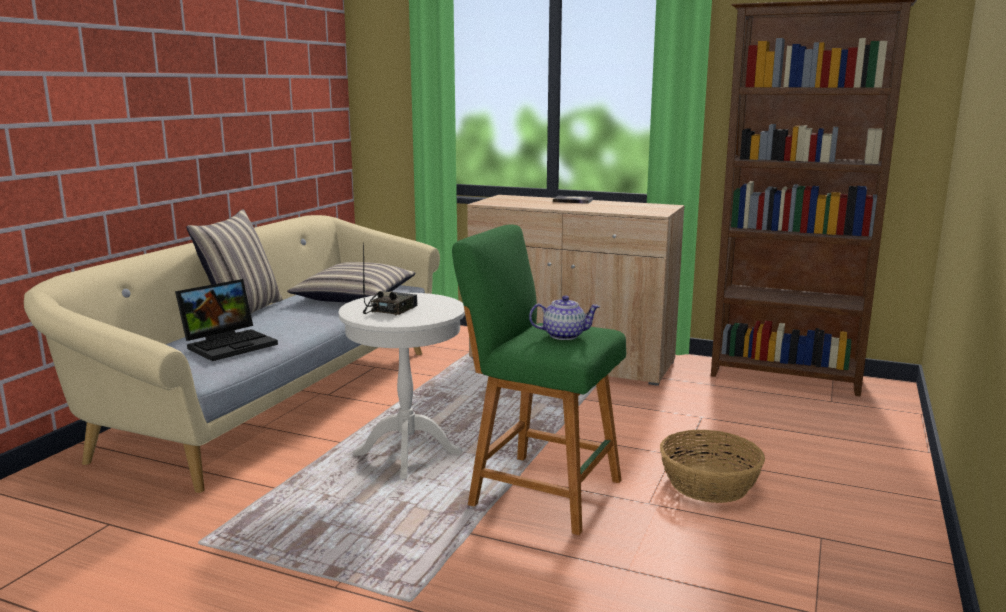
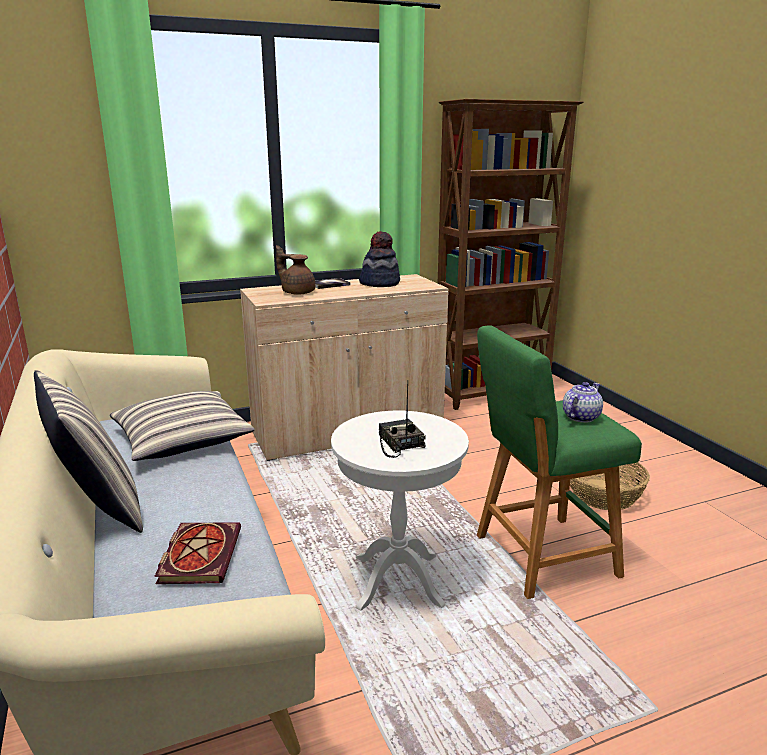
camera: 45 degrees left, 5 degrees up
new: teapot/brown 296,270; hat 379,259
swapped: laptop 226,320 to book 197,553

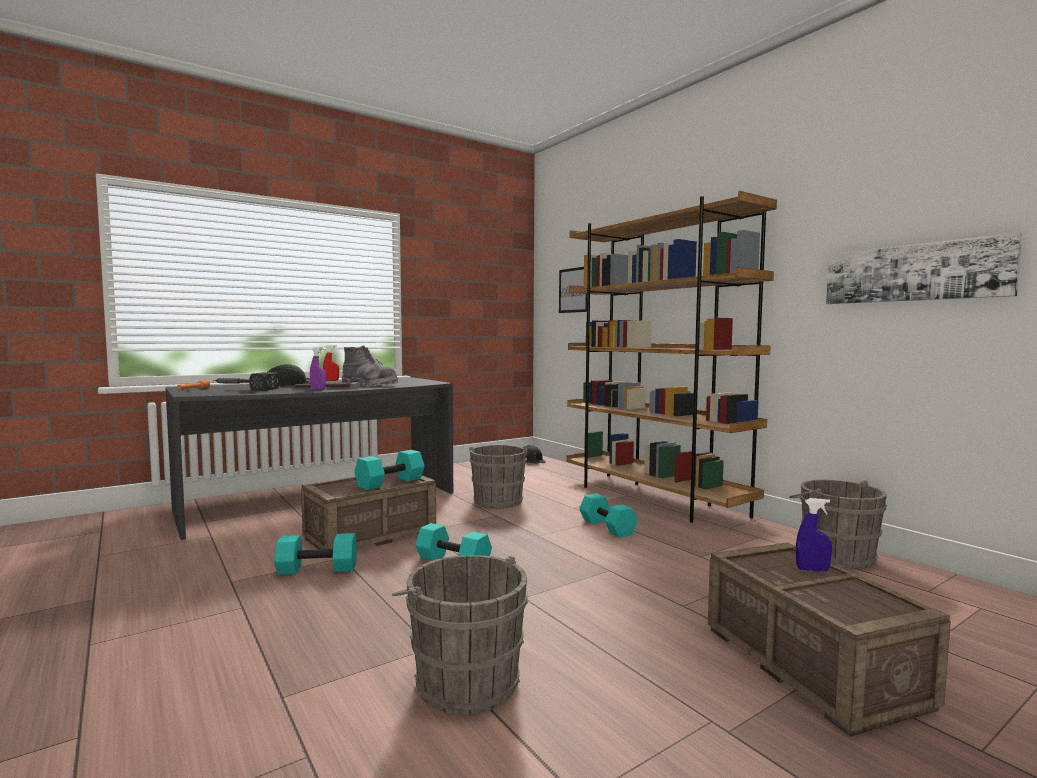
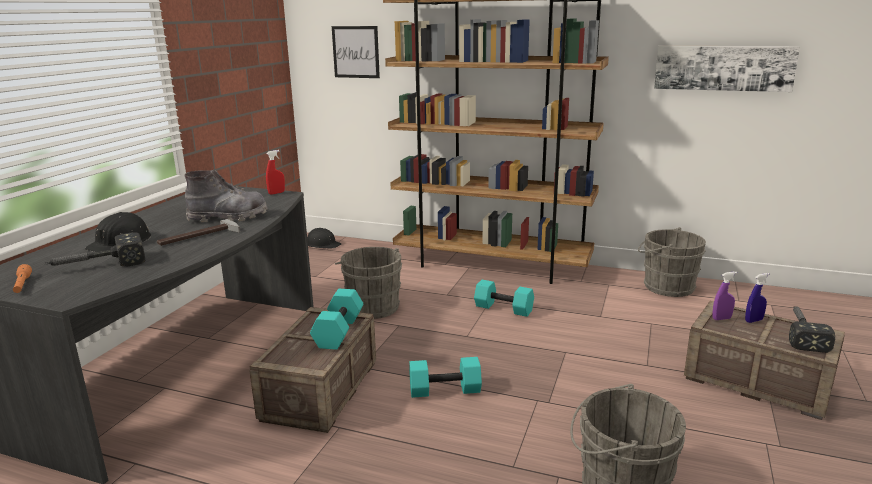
camera: 35 degrees left, 15 degrees up
gone: dumbbell/turquoise 315,554
new: hammer 812,329
shifted: spray bottle/red 331,363 to 275,172; spray bottle/purple 318,368 to 724,296

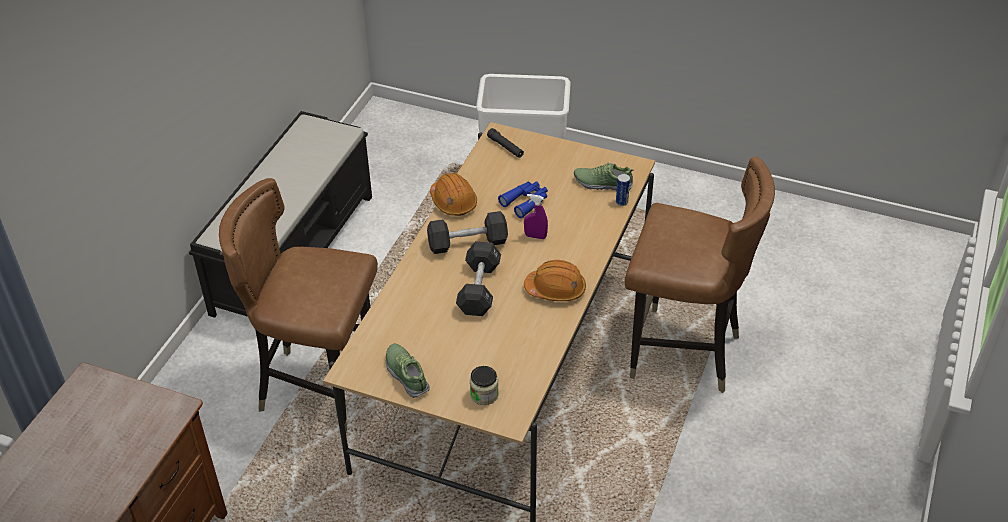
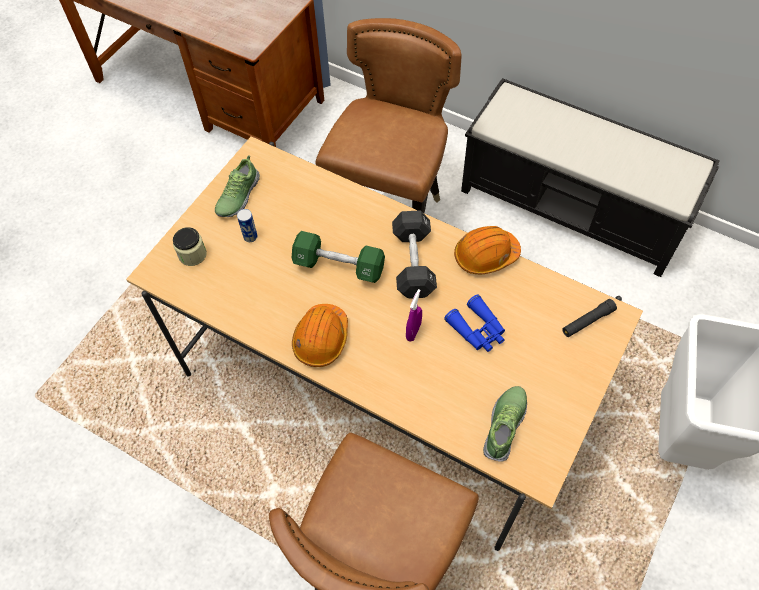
camera: 100 degrees right, 15 degrees up
shifted: can 623,190 to 247,225
repainted: dumbbell/black 478,278 to dumbbell/green 338,257
rotated: shoe 408,371 = 237,186 135 degrees clockwise

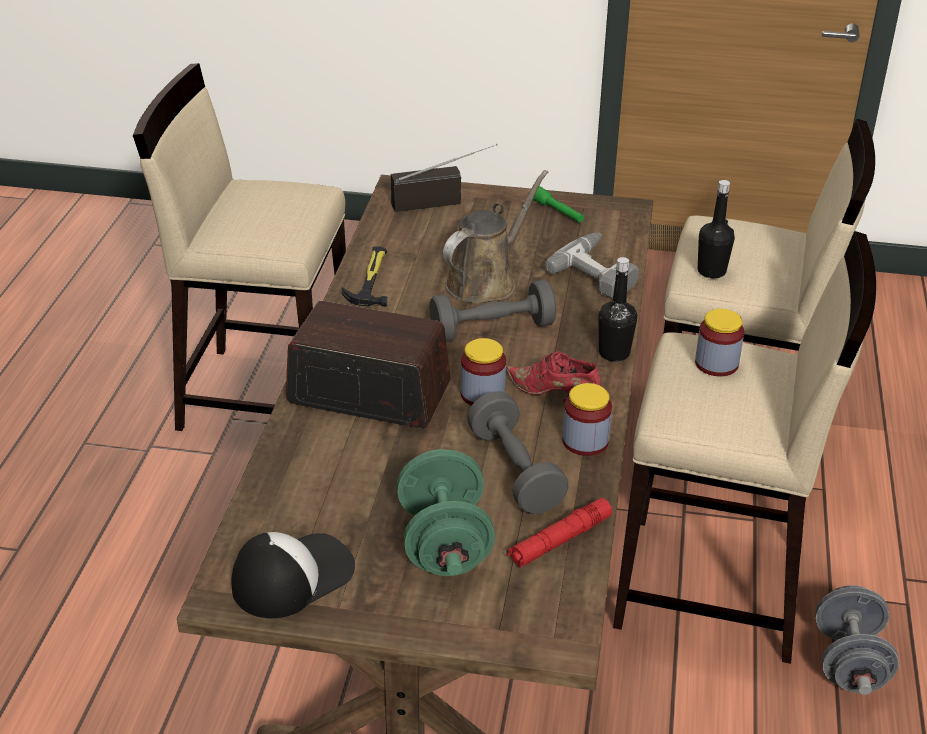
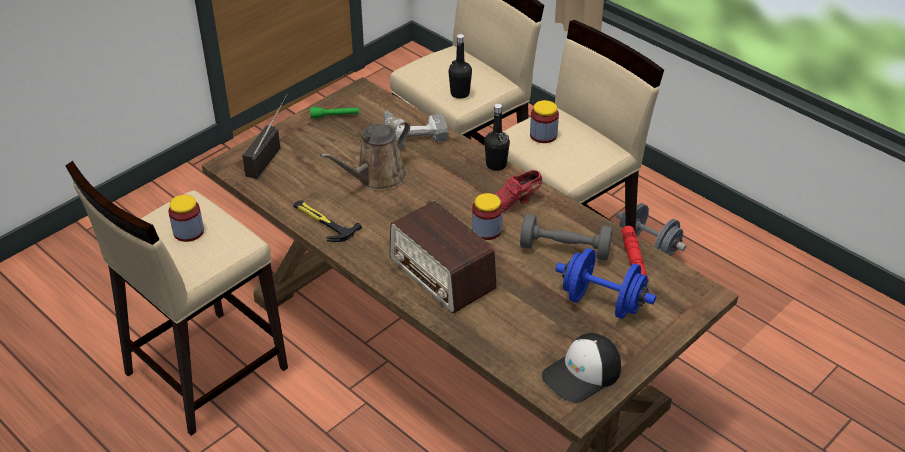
camera: 55 degrees left, 5 degrees up
gone: dumbbell/grey 492,311
shifted: jar 587,419 to 186,218
repainted: dumbbell/green 446,512 to dumbbell/blue 606,283
rotated: watering can/brown 495,237 = 365,154 120 degrees counterclockwise; radio 368,365 = 443,257 90 degrees counterclockwise; cap 293,575 = 581,368 120 degrees counterclockwise

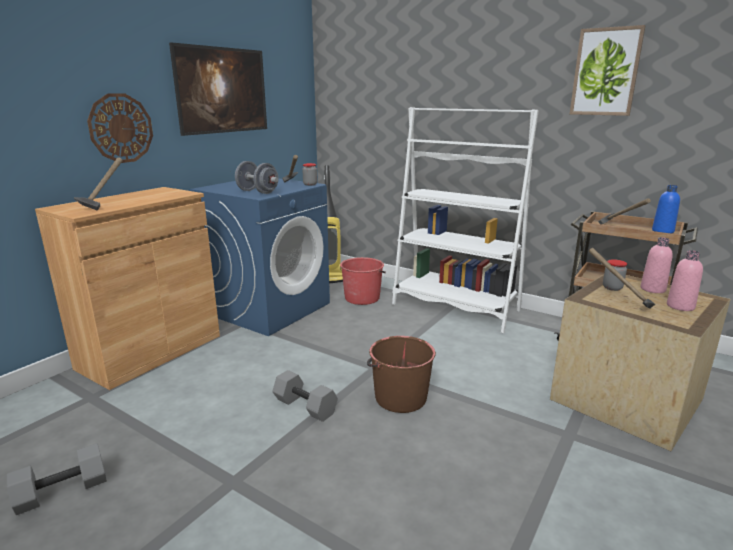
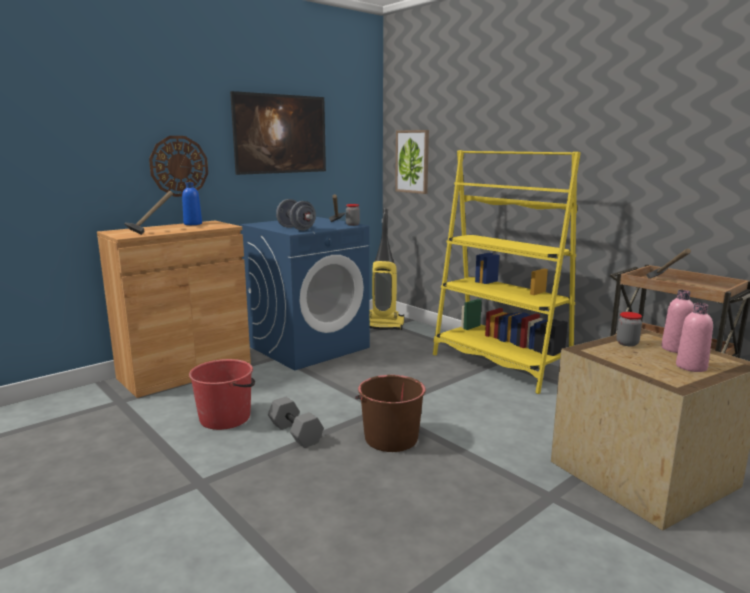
camera: 15 degrees right, 5 degrees down
gone: dumbbell/grey 57,479; hammer 622,278
shifted: bottle/blue 666,209 to 192,203; bucket/red 363,281 to 222,394; picture 608,70 to 412,162
repainted: bookcase/white 465,220 to bookcase/yellow 507,272

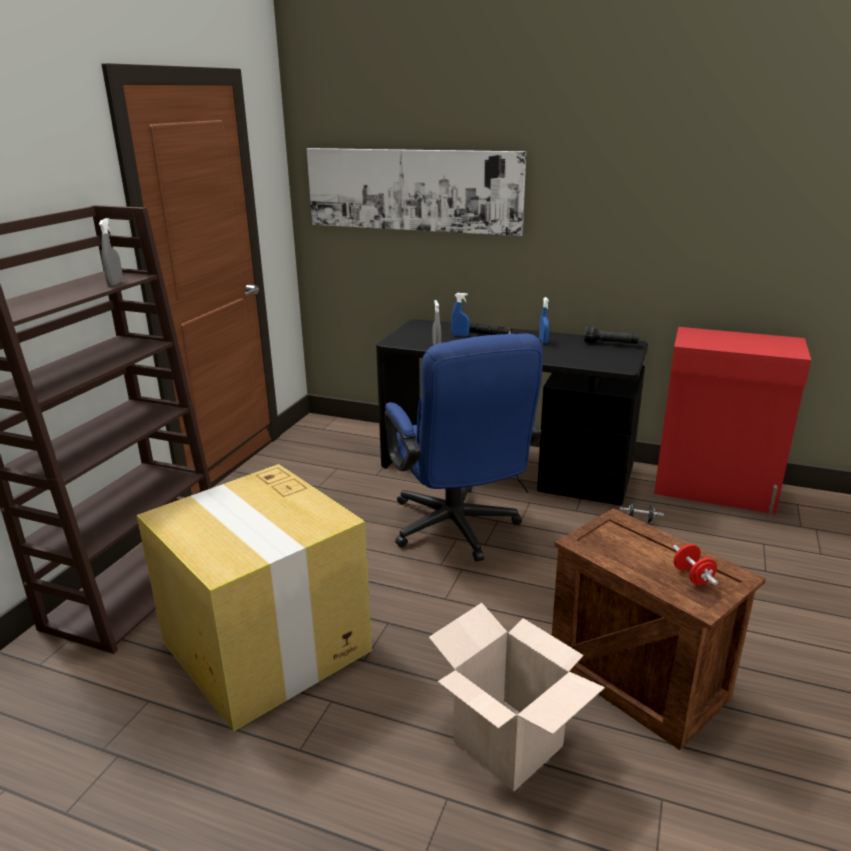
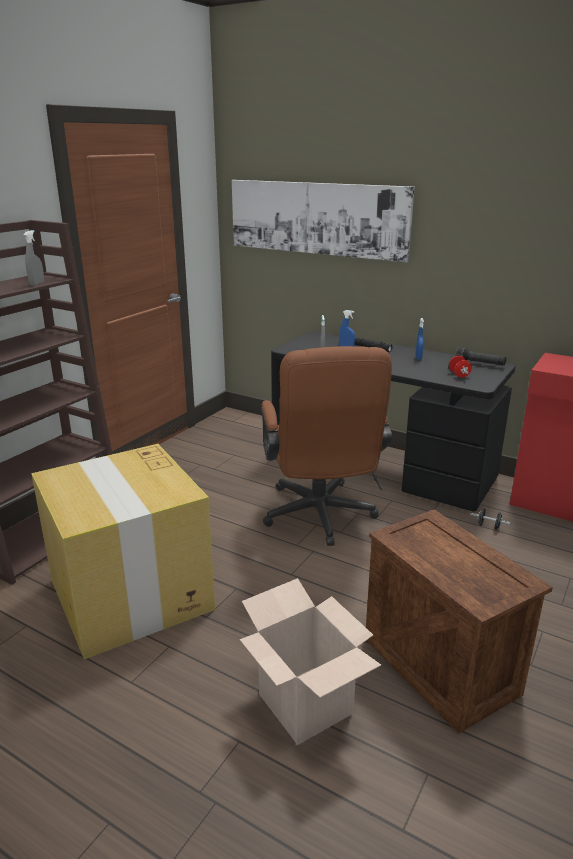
camera: 10 degrees right, 0 degrees up
shifted: dumbbell/red 695,564 to 460,366
repainted: office chair/blue 464,447 to office chair/brown 326,446

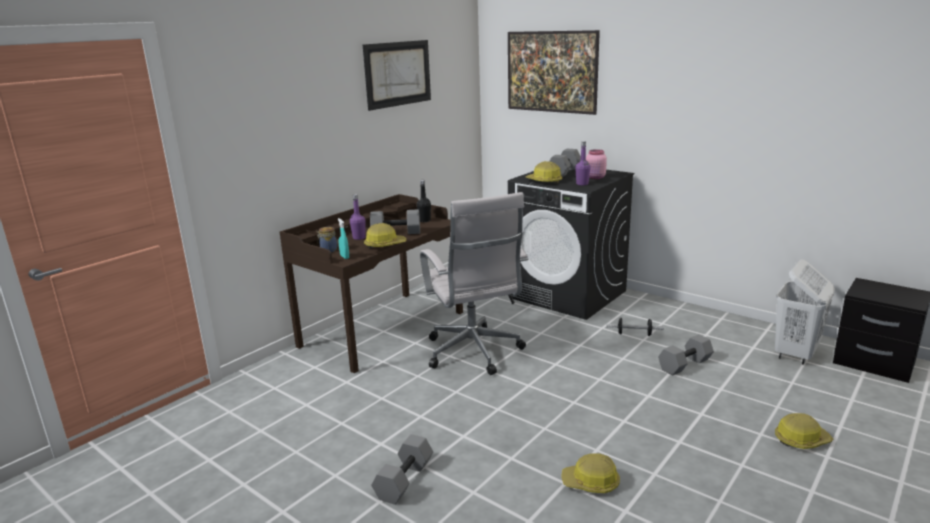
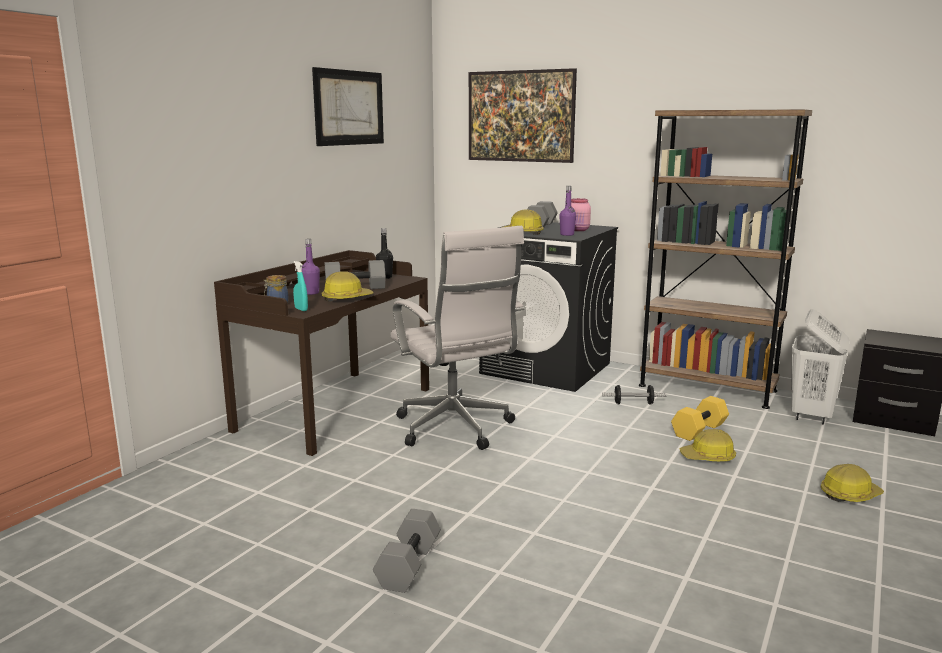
camera: 10 degrees left, 5 degrees down
new: bookcase/brown 725,259
shifted: hard hat 590,473 to 707,445
repainted: dumbbell/grey 686,354 to dumbbell/yellow 700,418

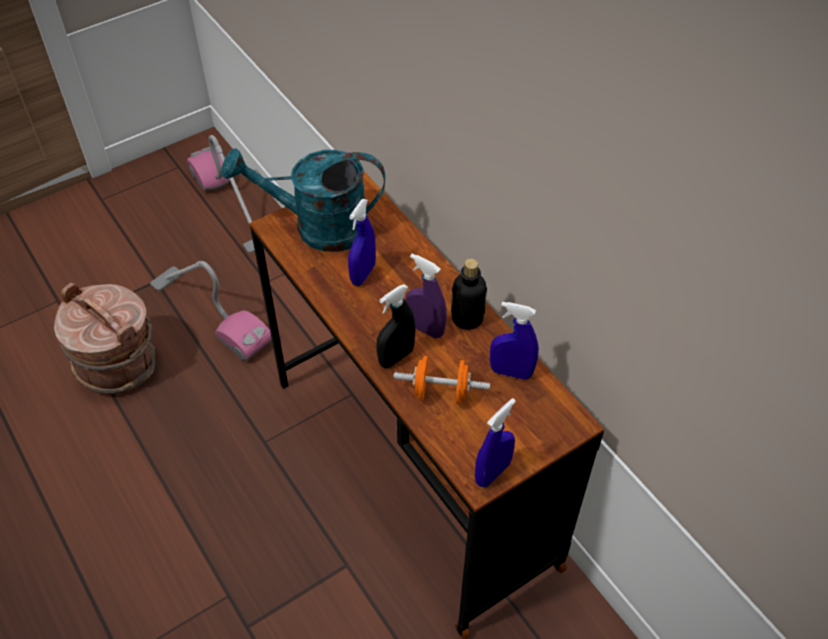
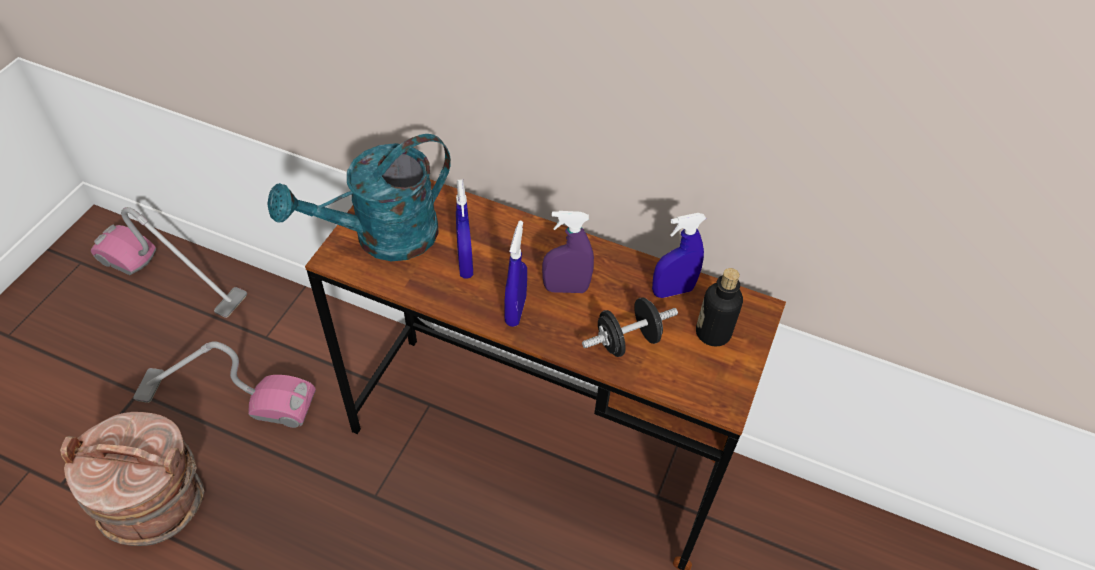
camera: 35 degrees left, 0 degrees up
gone: spray bottle/black 396,326
shifted: spray bottle/blue 495,442 to 516,274; bottle 469,294 to 719,307
repainted: dumbbell/orange 442,380 to dumbbell/black 630,327

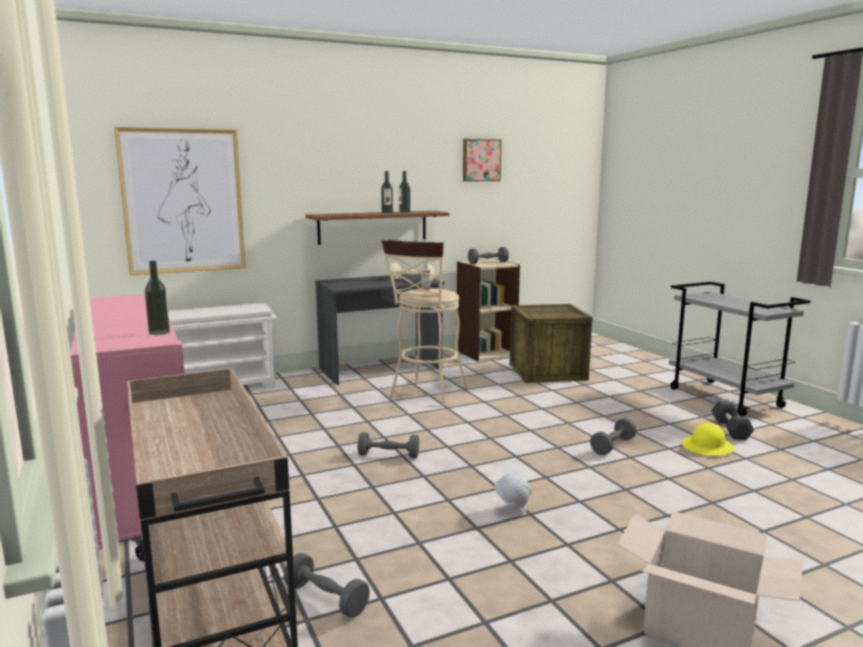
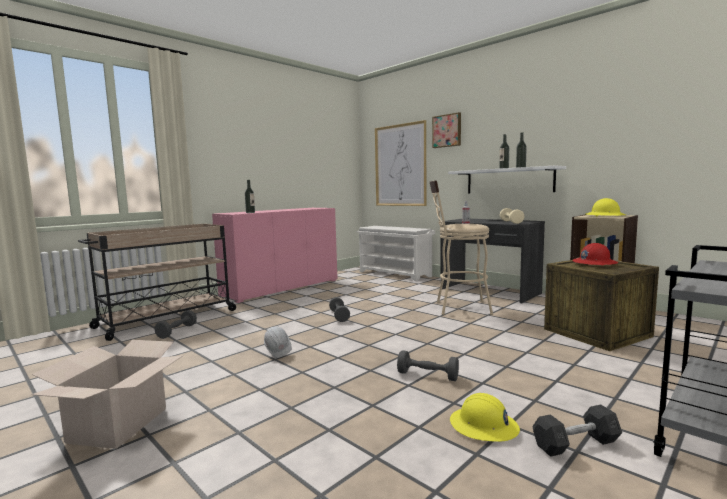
camera: 70 degrees right, 5 degrees down
new: hard hat/red 595,254
shifted: picture 482,160 to 446,130
swapped: dumbbell/grey 488,255 to hard hat/yellow 606,207
repainted: shelf/brown 377,228 to shelf/white 507,179

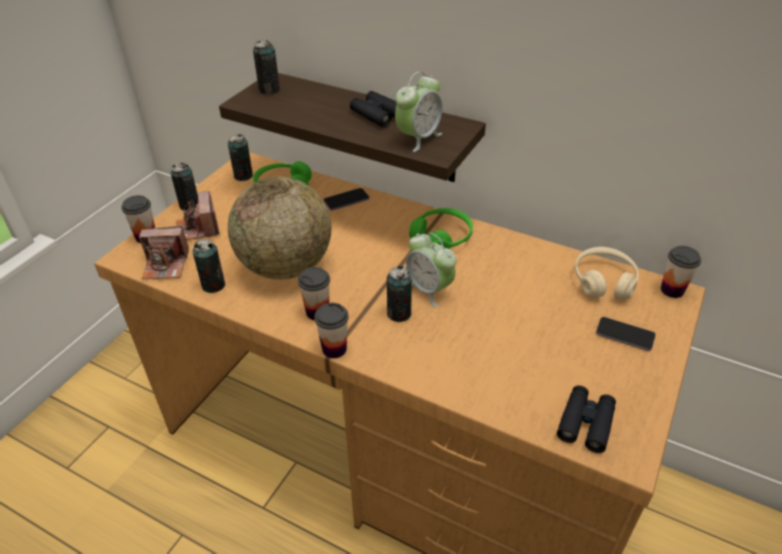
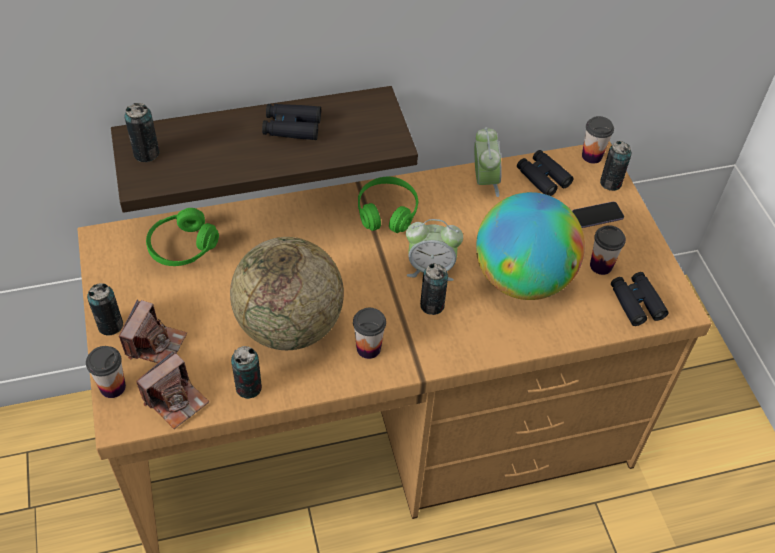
camera: 45 degrees left, 10 degrees up
gone: phone 346,199
new: globe 530,246
shifted: alarm clock 418,111 to 488,162; cup 331,330 to 608,250; can 240,157 to 616,166
swapped: headphones/beige 606,273 to binoculars/black 545,173
rotated: photo camera 198,215 = 153,331 105 degrees counterclockwise

